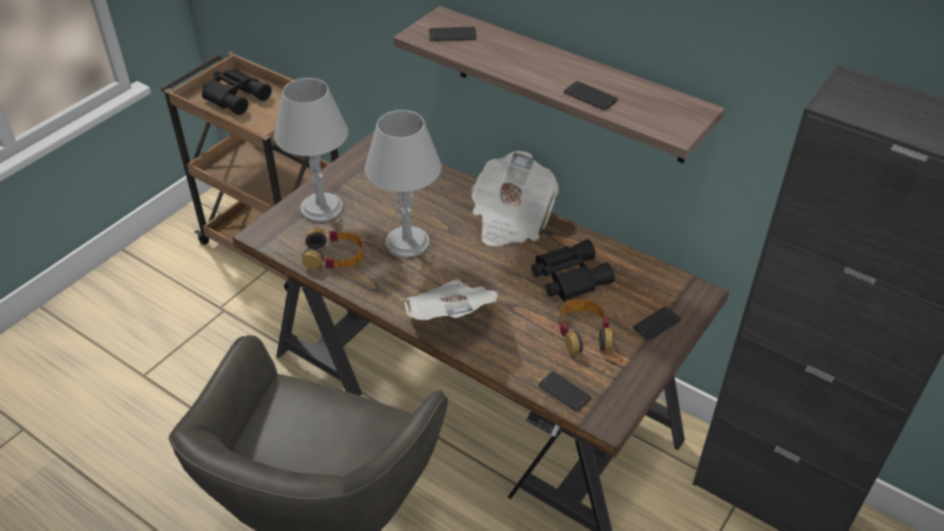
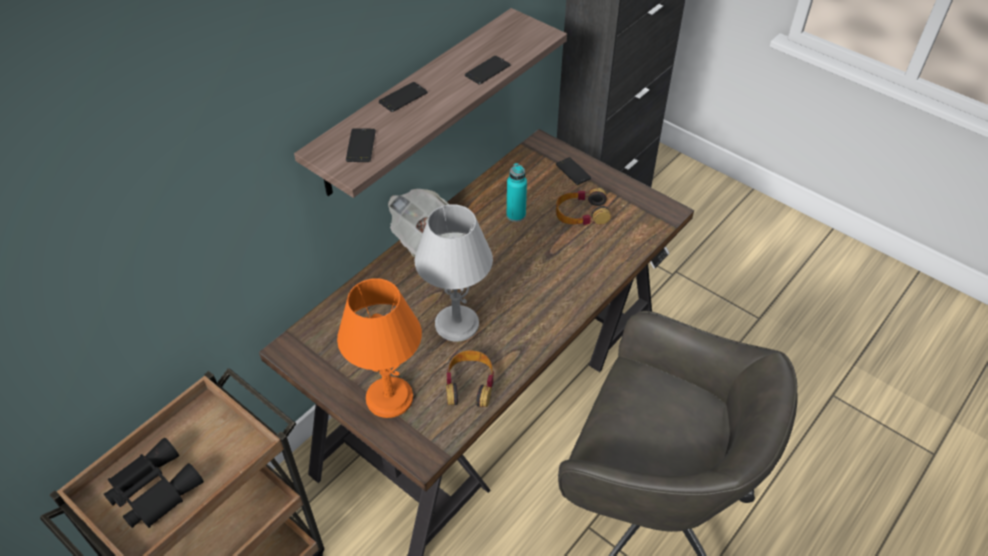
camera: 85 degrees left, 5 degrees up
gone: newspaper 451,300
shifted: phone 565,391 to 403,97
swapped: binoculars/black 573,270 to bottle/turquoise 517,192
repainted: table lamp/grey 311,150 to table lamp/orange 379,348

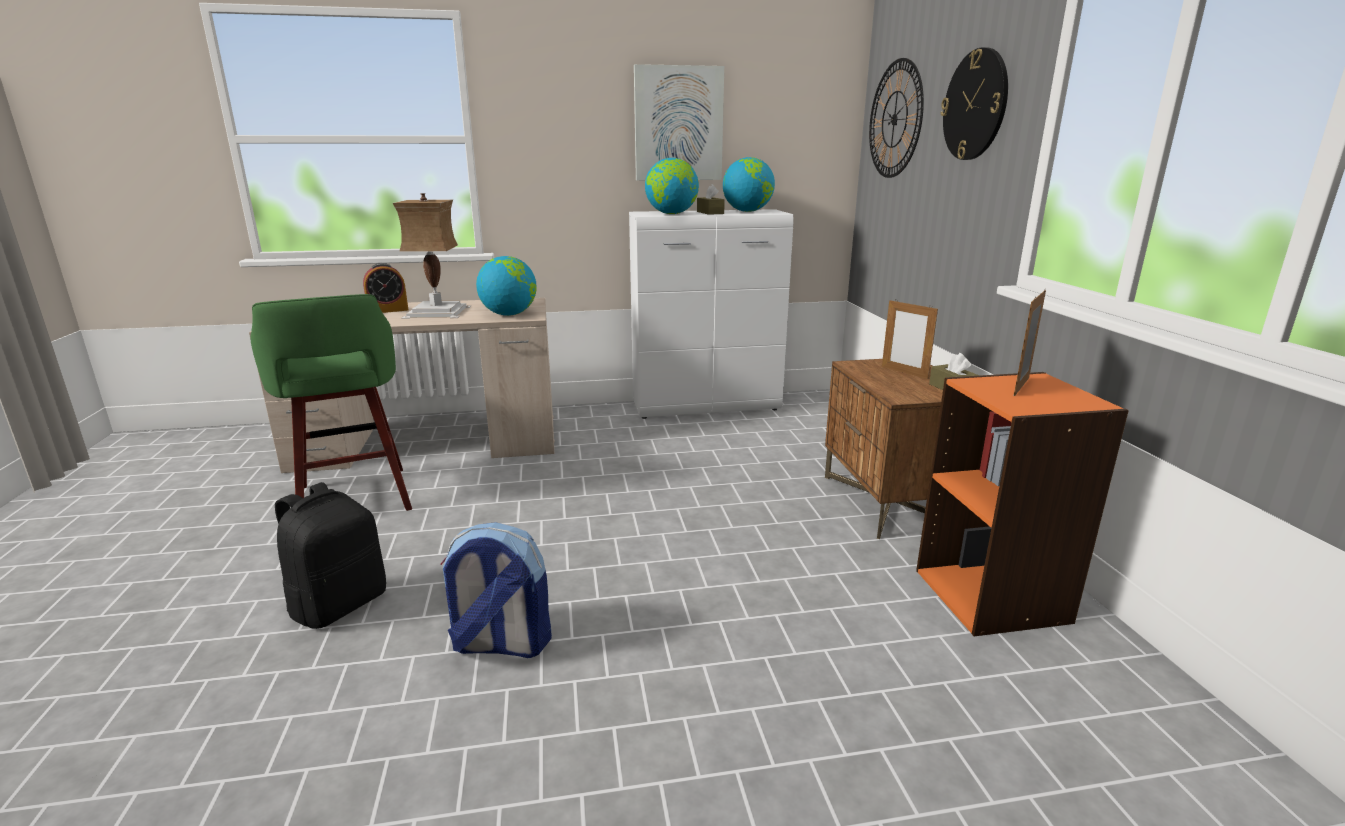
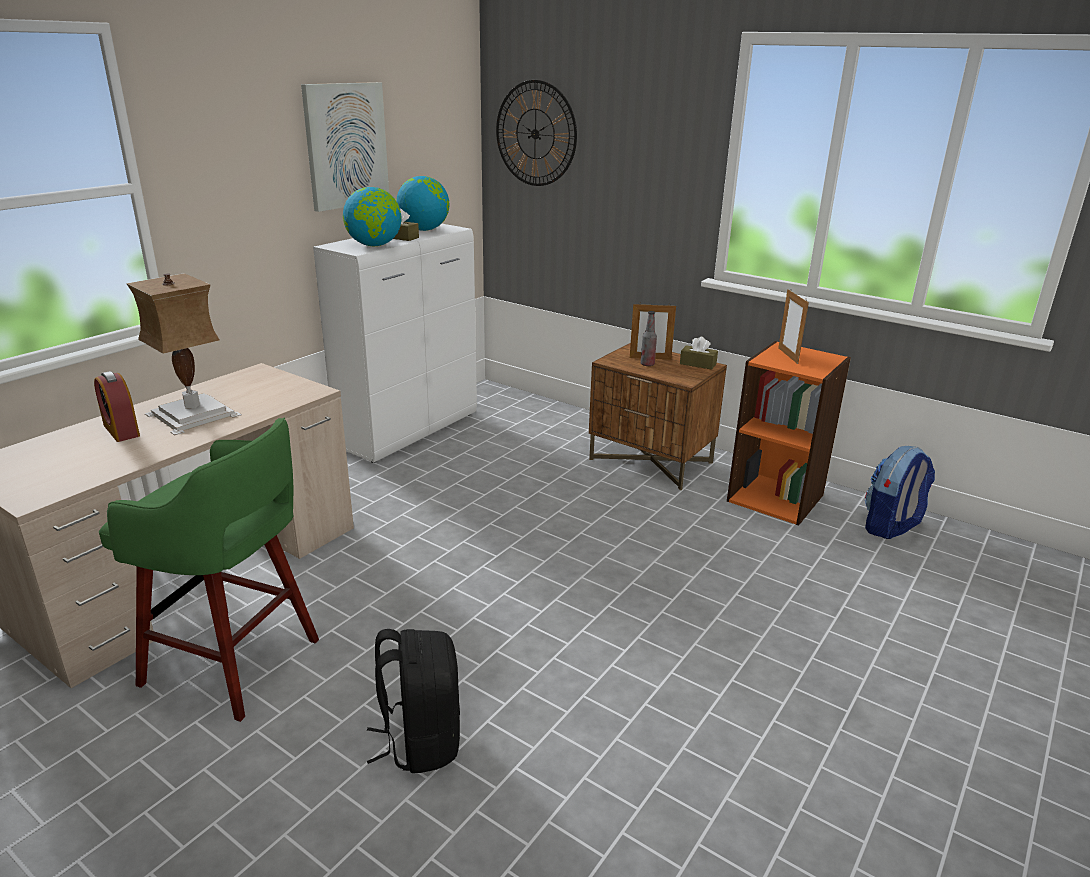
camera: 45 degrees left, 5 degrees up
gone: globe 506,286; wall clock 974,103
new: bottle 649,338
shifted: backpack 496,590 to 900,492
rotated: alarm clock 385,288 = 117,406 120 degrees clockwise

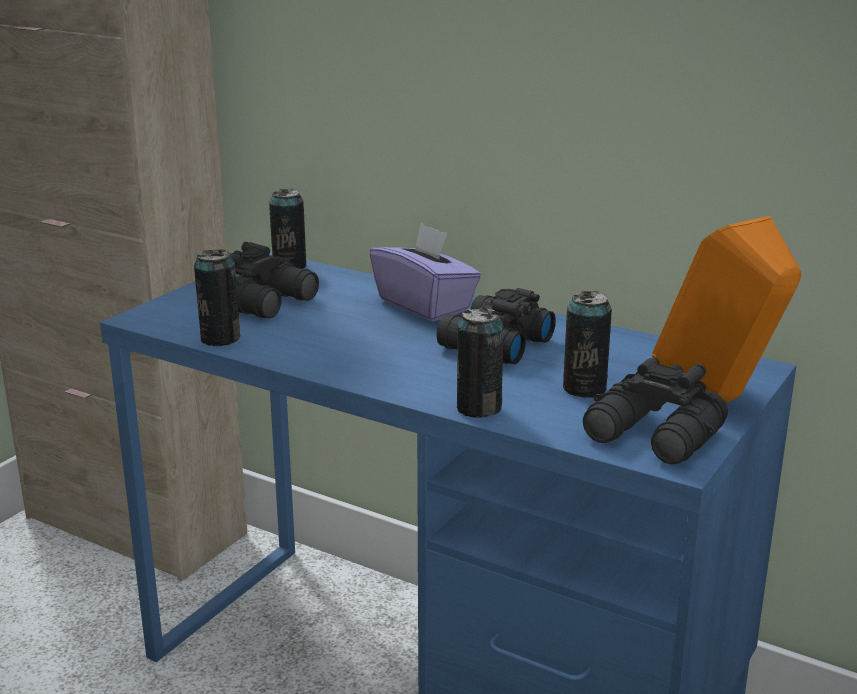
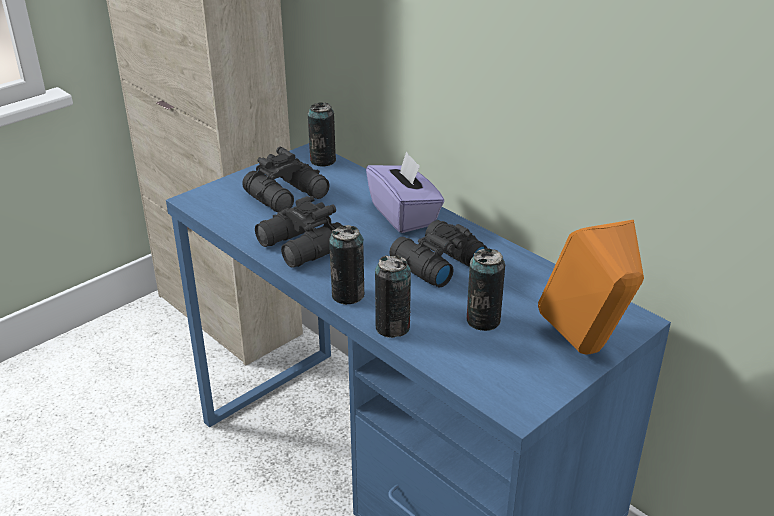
camera: 15 degrees right, 10 degrees up
shifted: binoculars/black 655,411 to 299,232; can 217,298 to 347,265

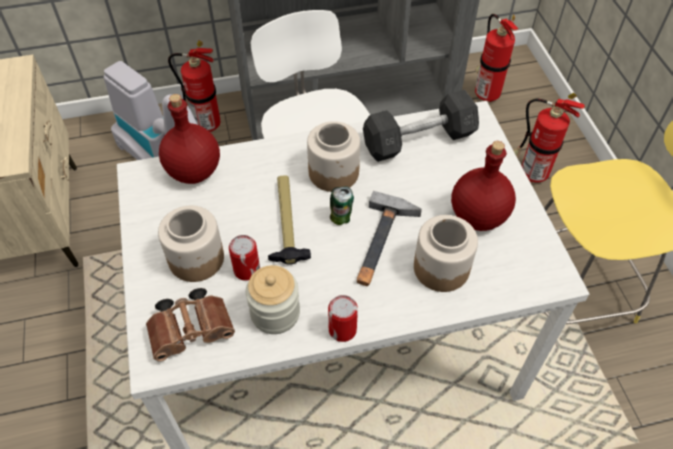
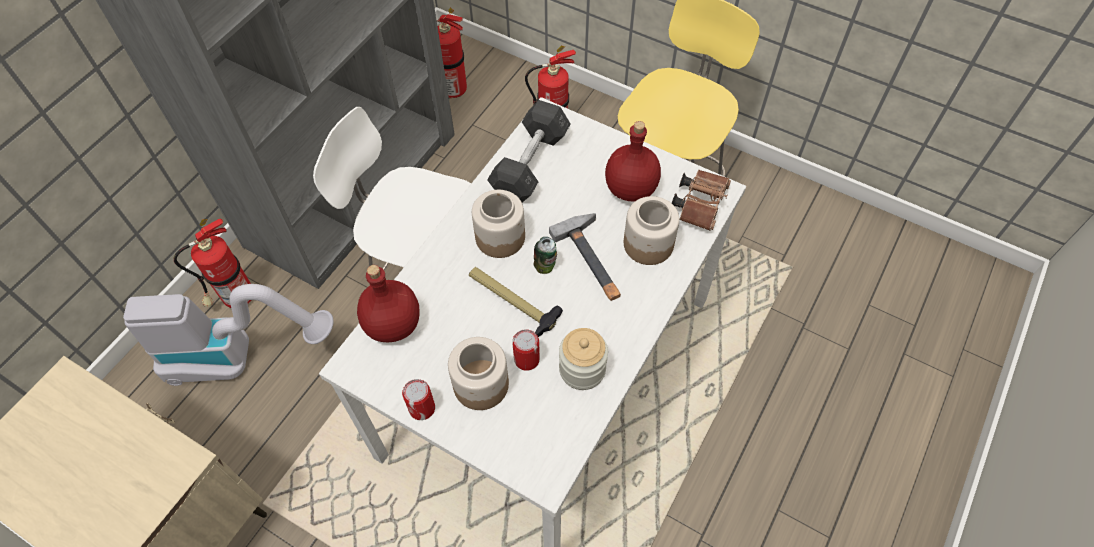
camera: 45 degrees left, 5 degrees up
shifted: can 343,318 to 418,399; binoculars/brown 190,324 to 701,200

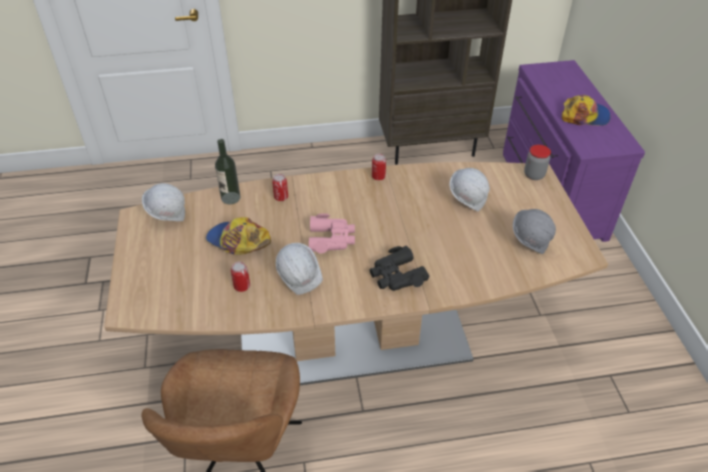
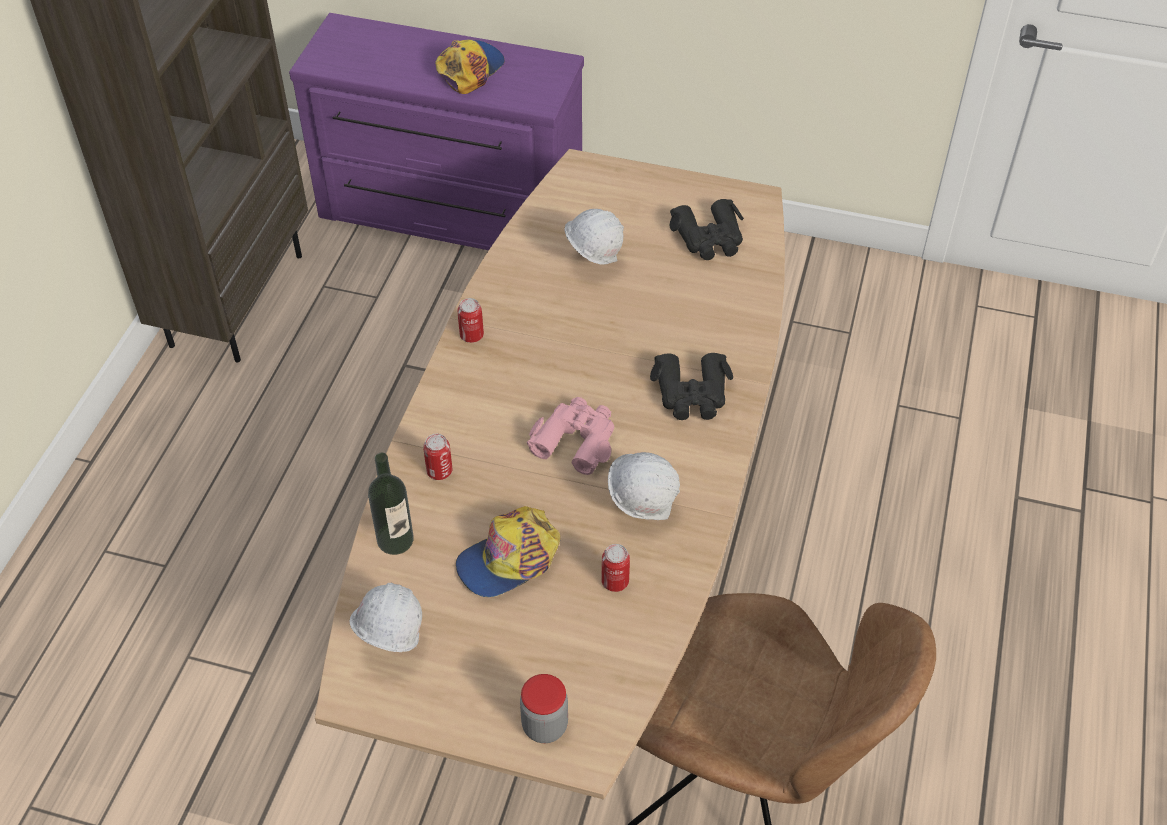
camera: 65 degrees left, 5 degrees up
shifted: jar 537,162 to 544,708
swapped: hard hat/grey 534,231 to binoculars/black 707,229

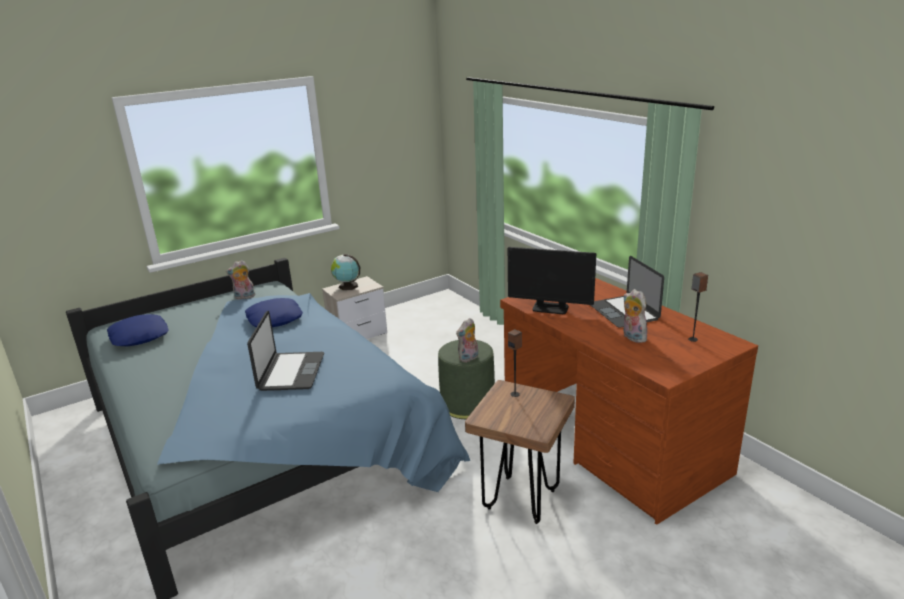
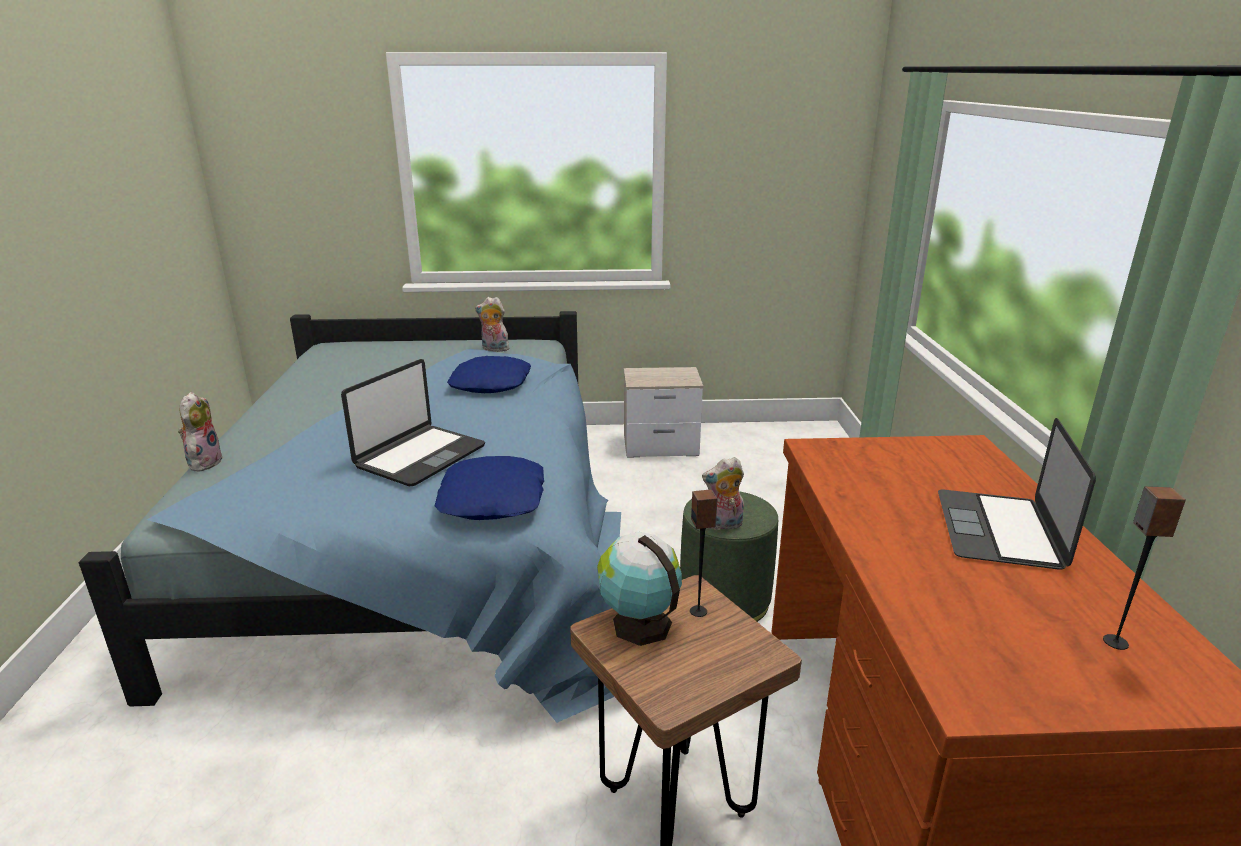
camera: 30 degrees right, 0 degrees up
gone: monitor 552,280
shifted: plush toy 635,316 to 200,432; pillow/blue 138,330 to 489,488; globe 345,272 to 639,589

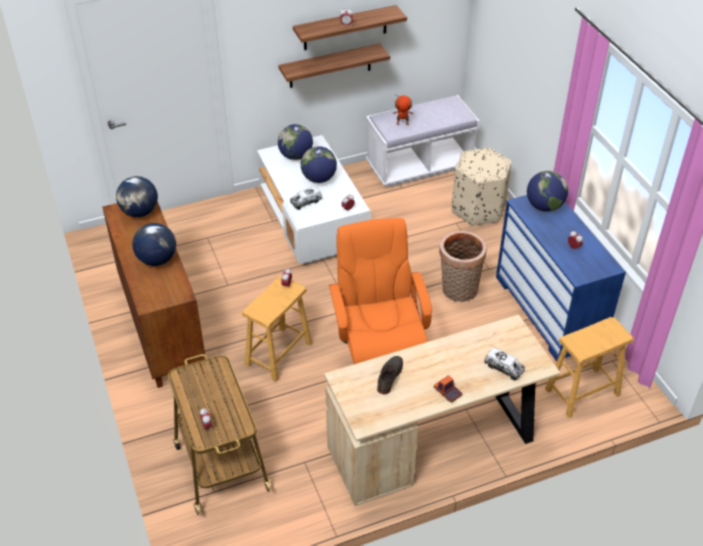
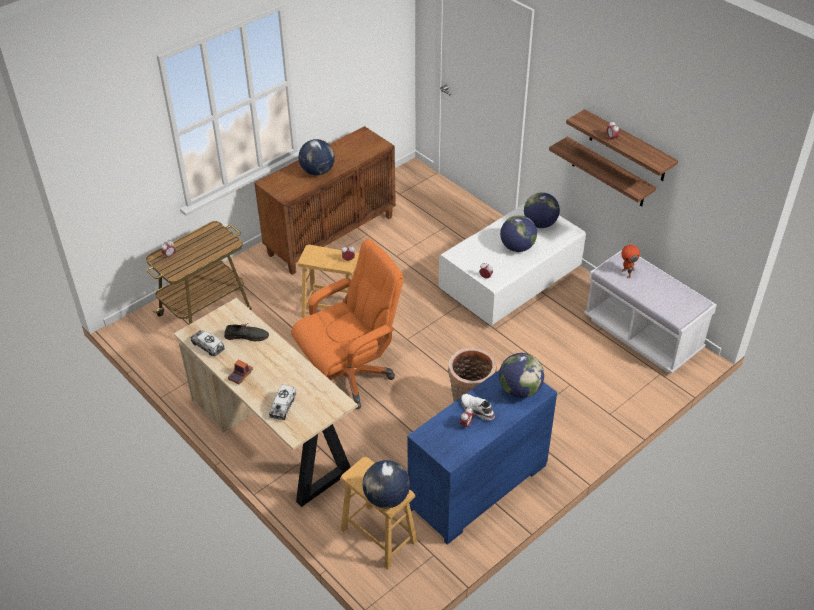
camera: 70 degrees right, 0 degrees up
gone: ottoman/beige 482,187
new: shoe/white 478,407
shifted: toy truck 306,198 to 208,343; globe 137,196 to 386,484

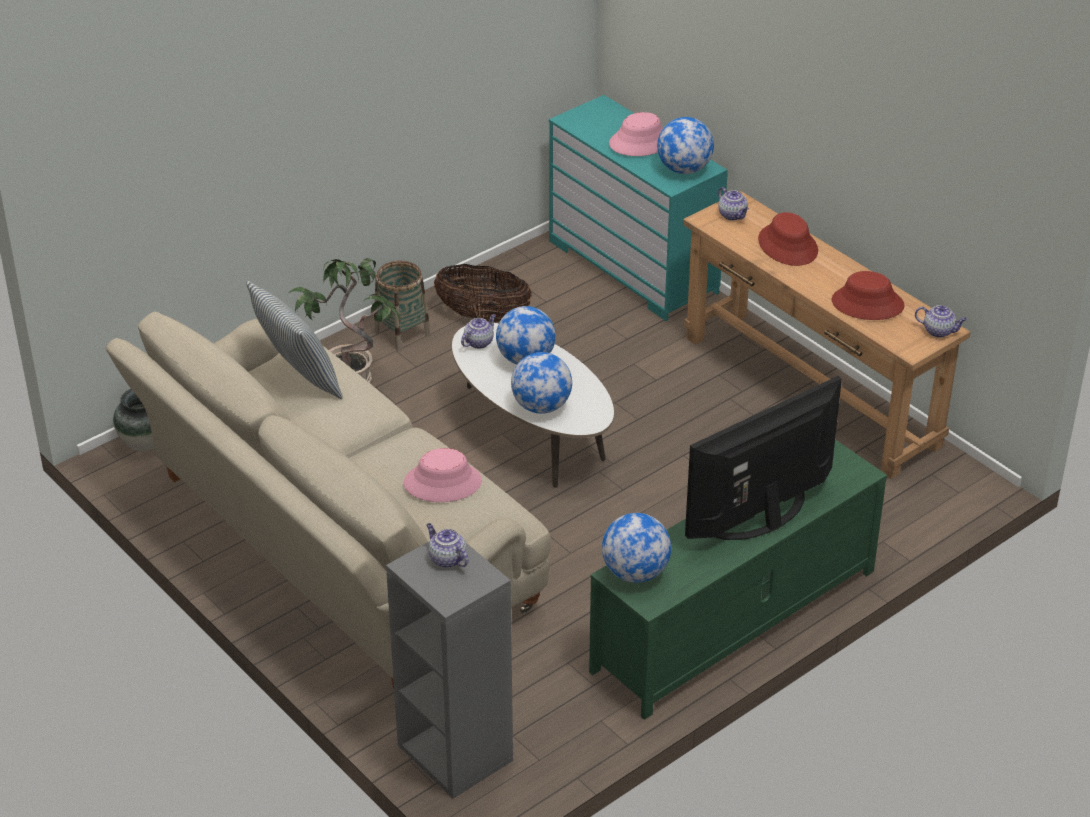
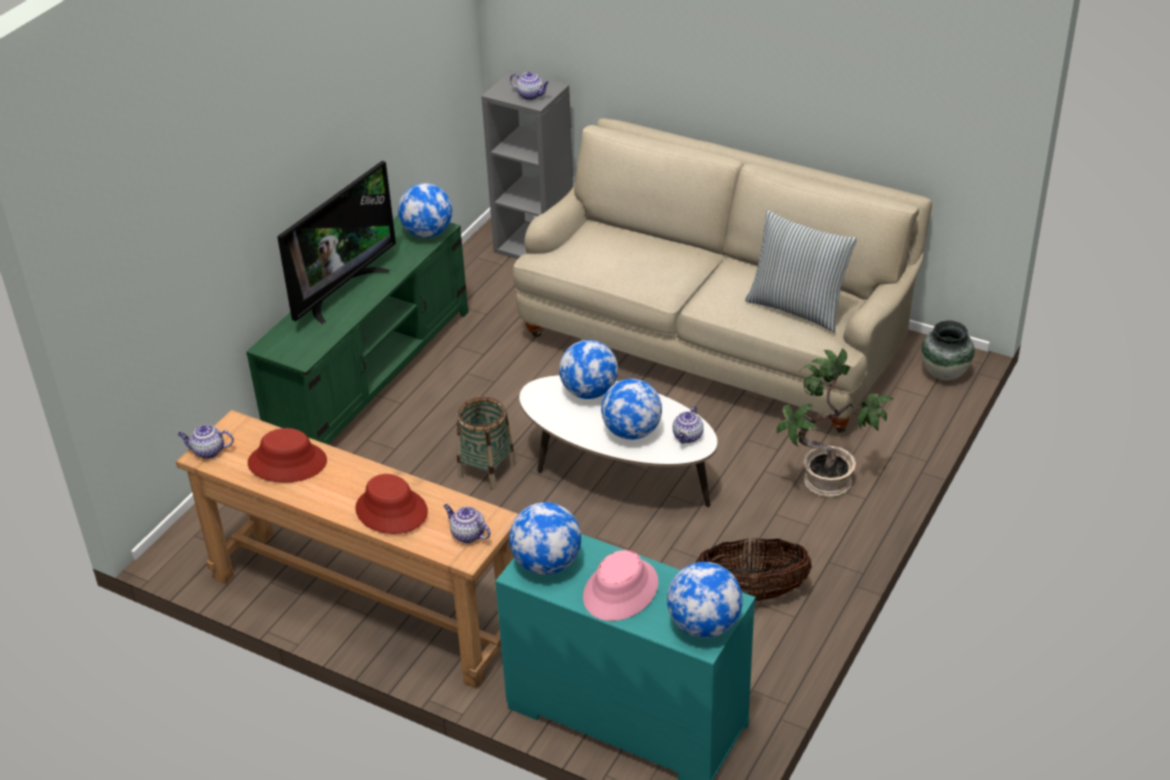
camera: 160 degrees right, 0 degrees up
gone: hat/pink 443,475
new: globe 705,600
shifted: basket 402,306 to 486,443

